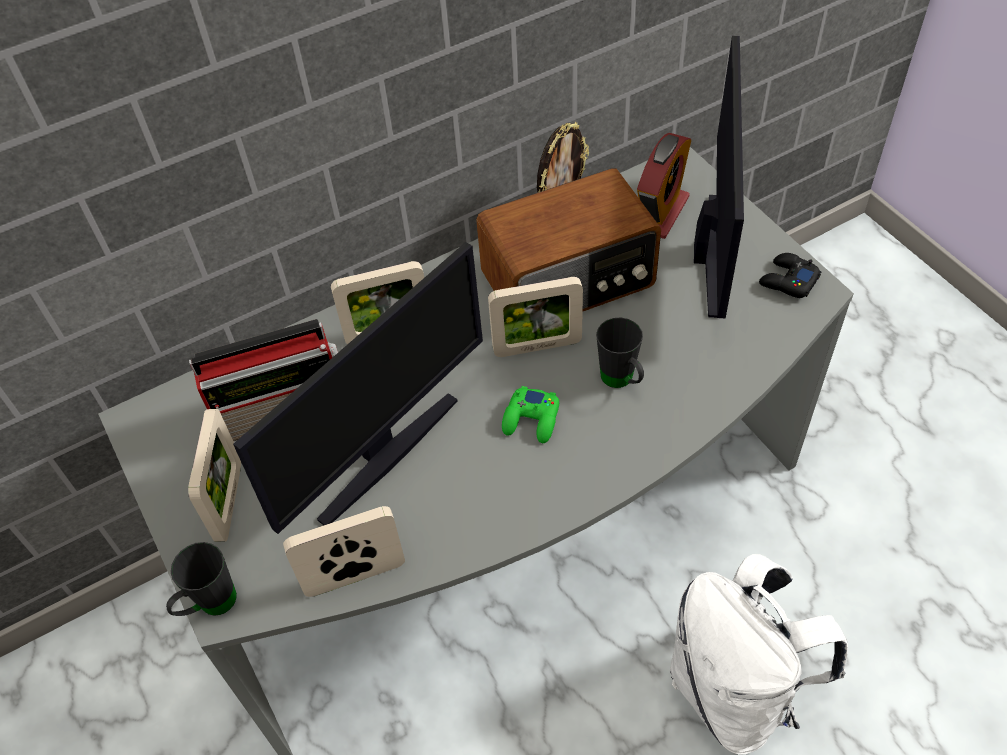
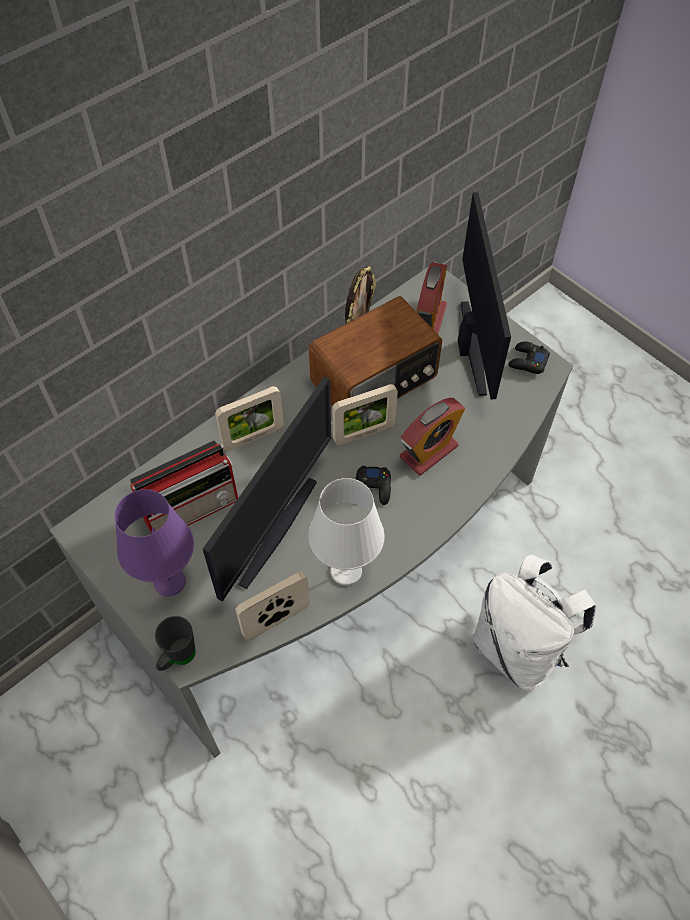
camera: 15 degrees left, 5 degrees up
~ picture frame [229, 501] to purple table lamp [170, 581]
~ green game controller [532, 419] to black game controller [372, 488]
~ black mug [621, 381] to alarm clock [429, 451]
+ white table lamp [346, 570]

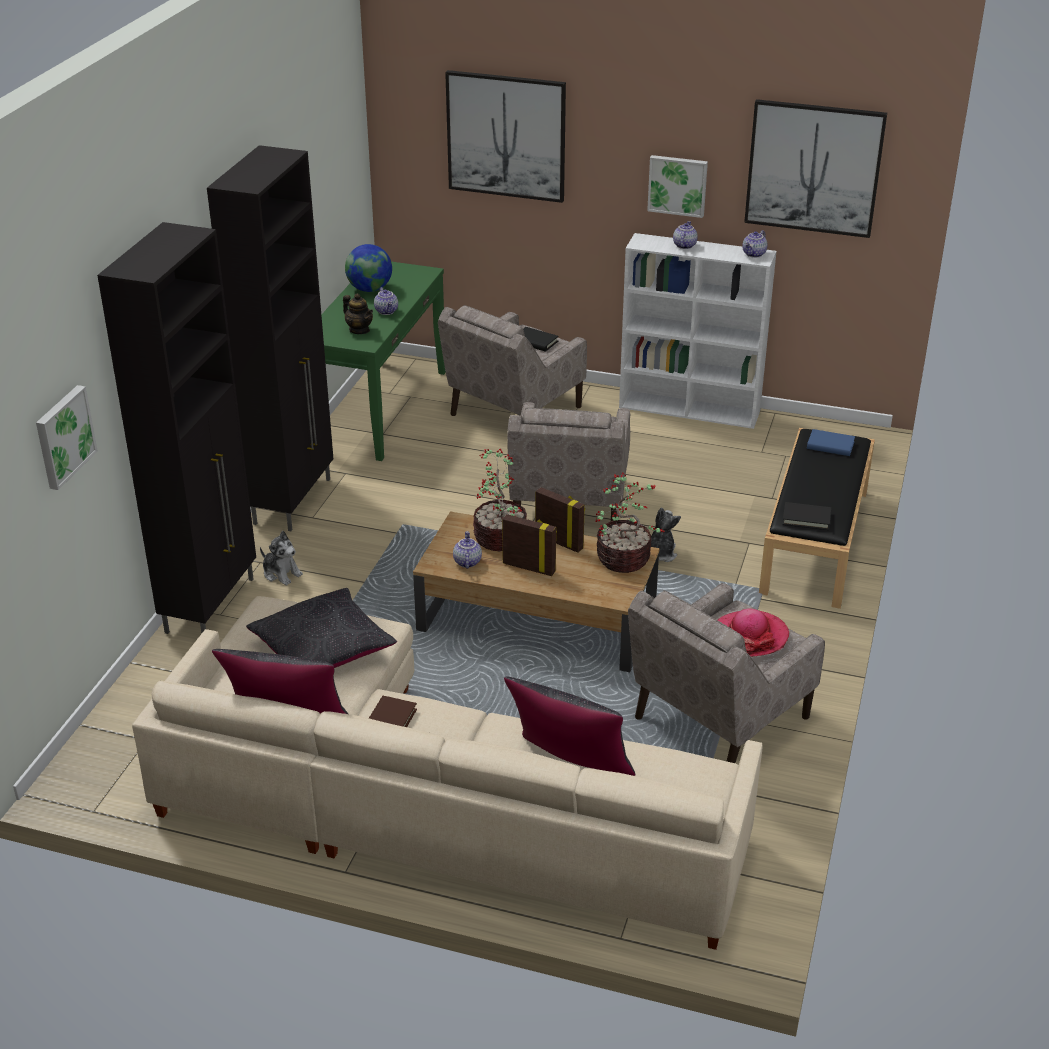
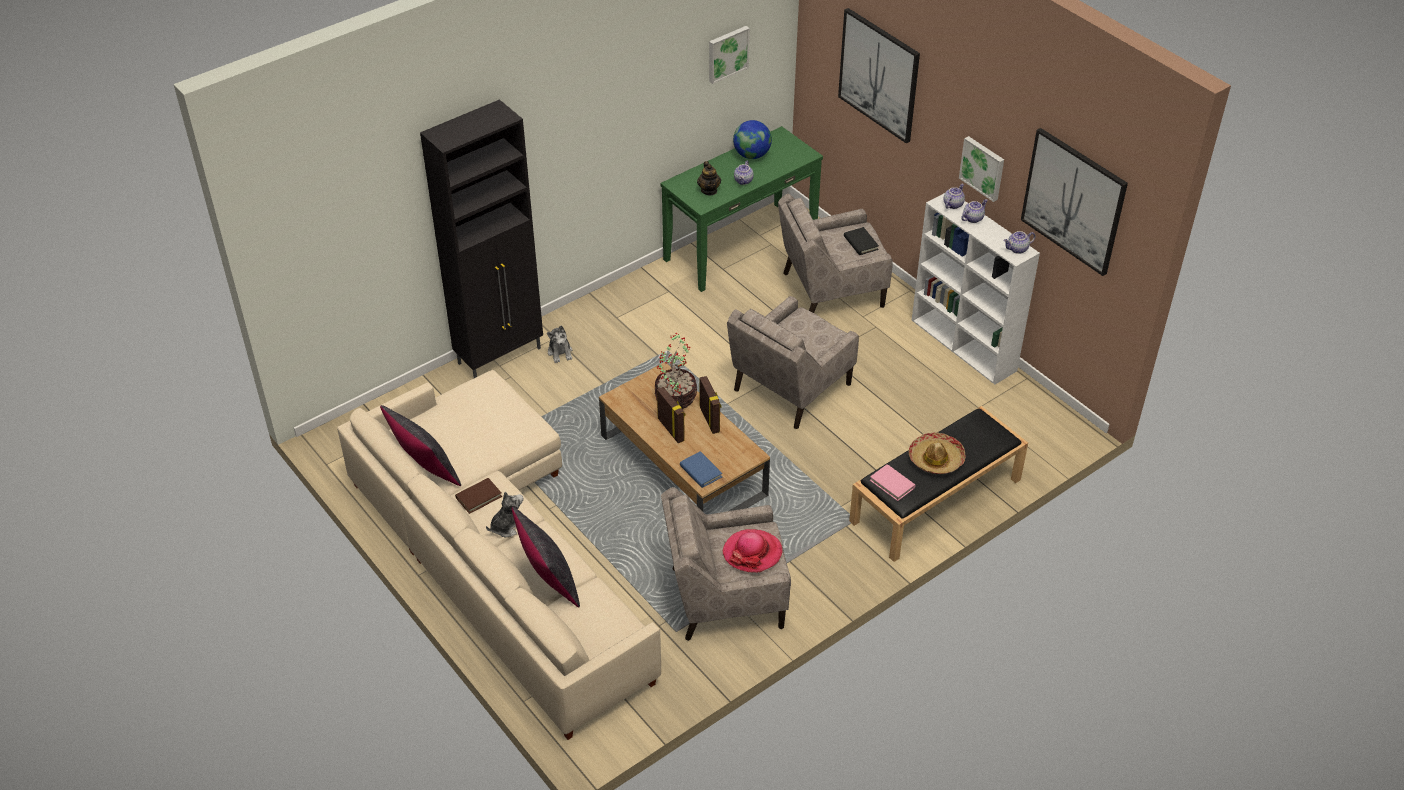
camera: 35 degrees right, 10 degrees up
~ picture [63, 436] to [727, 53]
- black cabinet [294, 500]
- black pillow [323, 649]
~ teapot [466, 562] to [952, 204]
- potted plant [625, 559]
~ plush toy [660, 553] to [507, 526]
~ black book [806, 518] to pink book [892, 484]
~ blue book [830, 445] to [700, 471]
+ hat [936, 459]

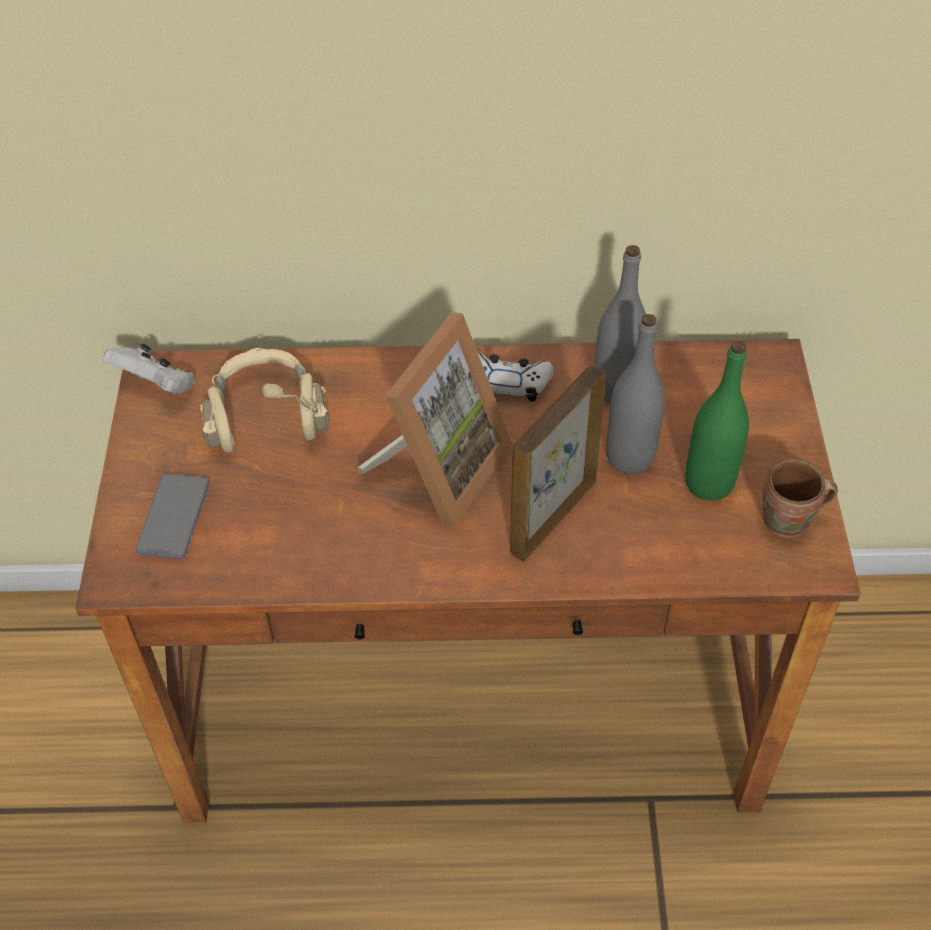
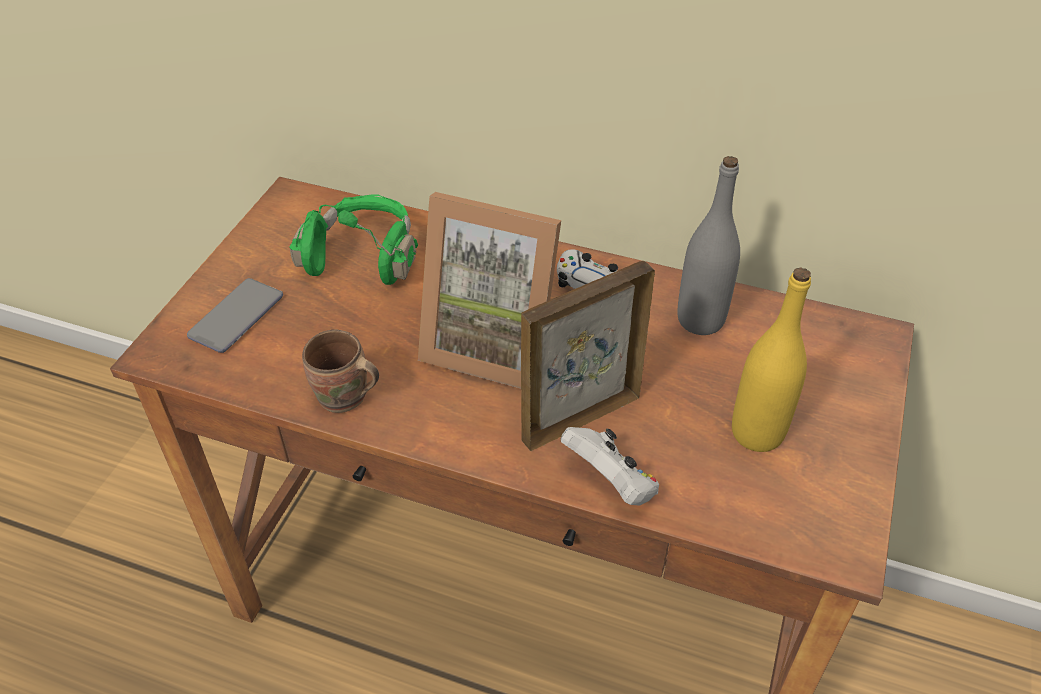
camera: 20 degrees right, 5 degrees down
~ white game controller [157, 386] to [611, 484]
~ beige headphones [266, 416] to green headphones [363, 256]
~ picture frame [439, 468] = [493, 343] 60 degrees clockwise
- grey bottle [630, 457]
~ green bottle [709, 483] to yellow bottle [757, 433]
~ brown mug [789, 522] to [344, 399]

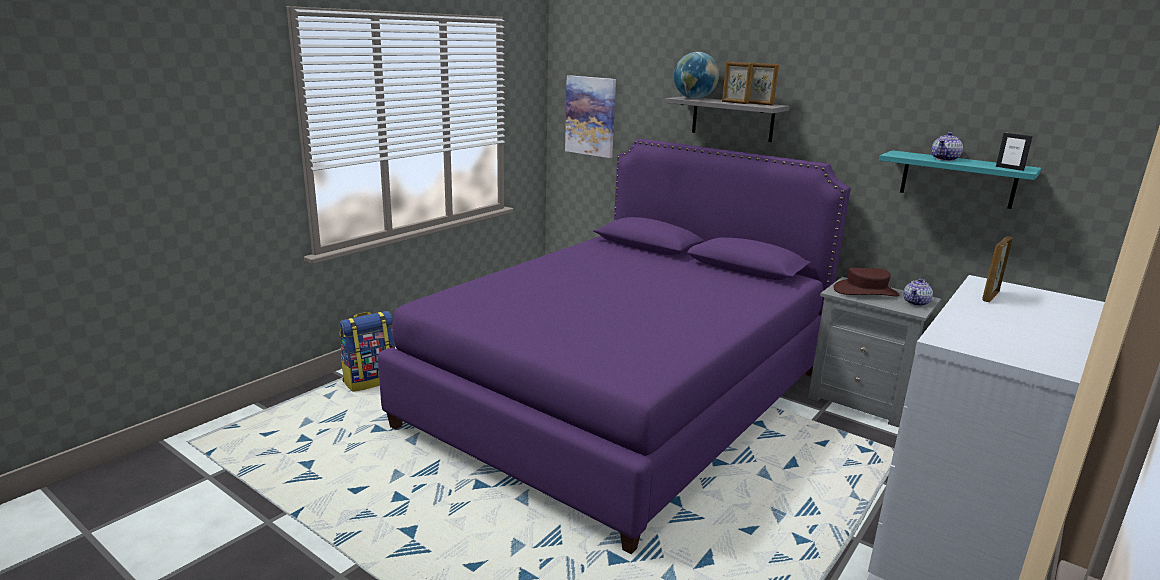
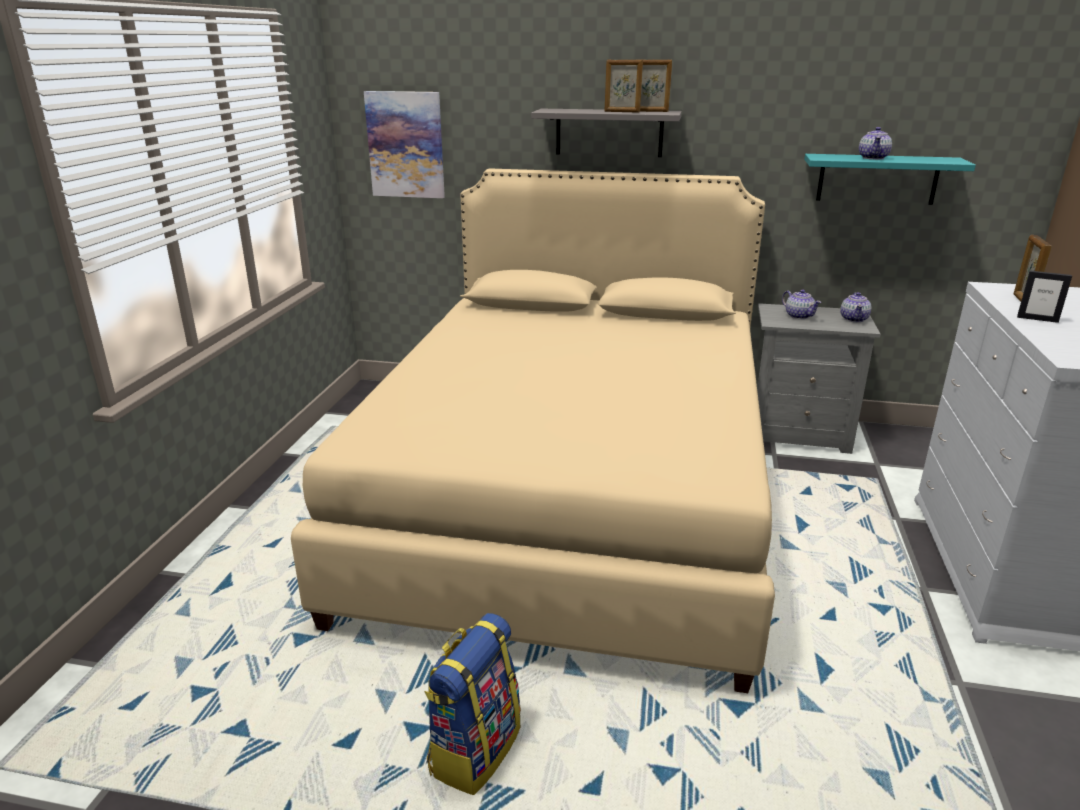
camera: 25 degrees left, 5 degrees up
~ backpack [370, 380] to [474, 749]
~ purple bed [621, 398] to beige bed [571, 499]
- globe [694, 98]
~ brown hat [865, 291] to teapot [799, 316]
~ picture frame [1009, 168] to [1037, 319]

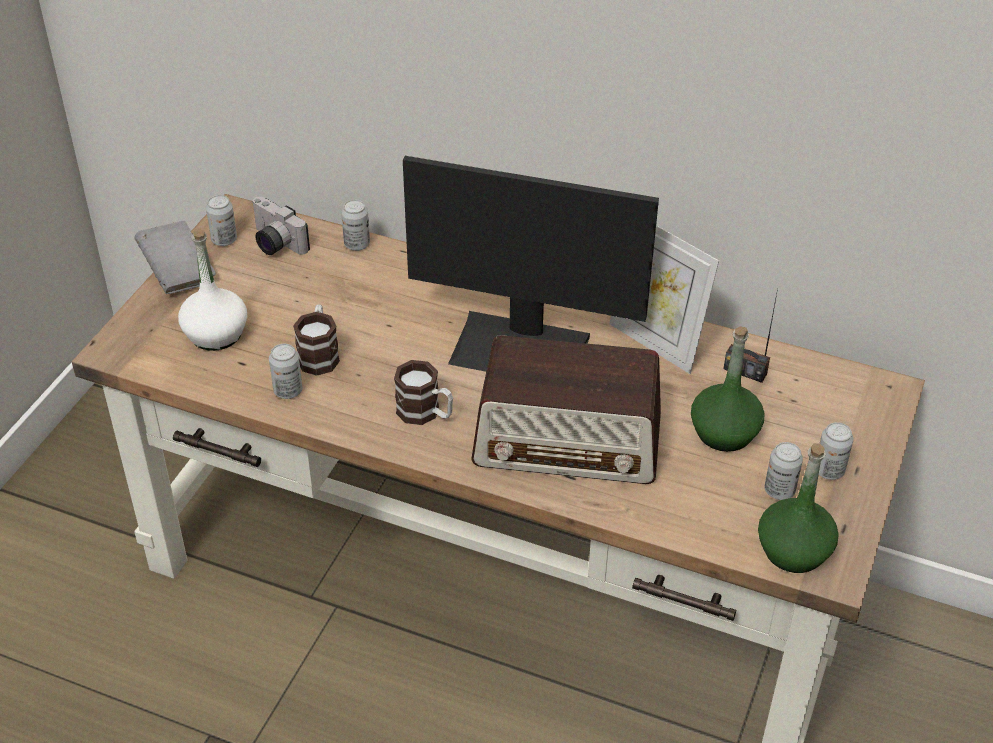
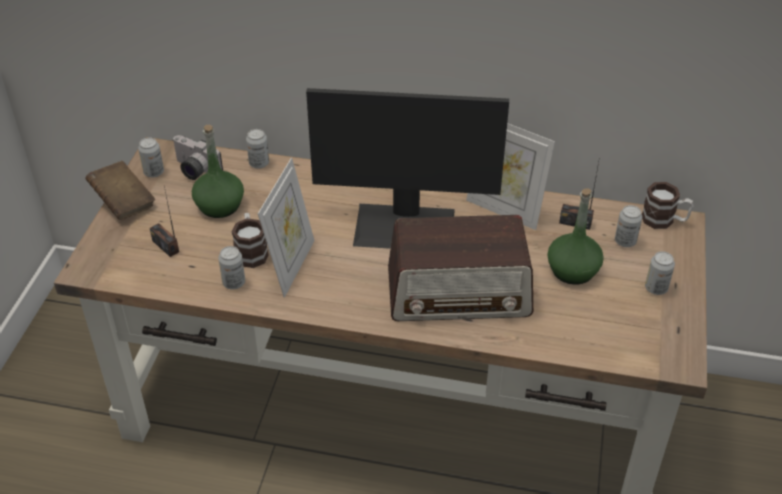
camera: 10 degrees left, 0 degrees up
~ grey book [178, 273] to brown book [123, 202]
~ white bottle [216, 334] to radio [166, 246]
~ mug [425, 413] to [664, 220]
~ green bottle [794, 550] to [220, 205]
~ can [779, 490] to [625, 241]
+ picture frame [291, 266]

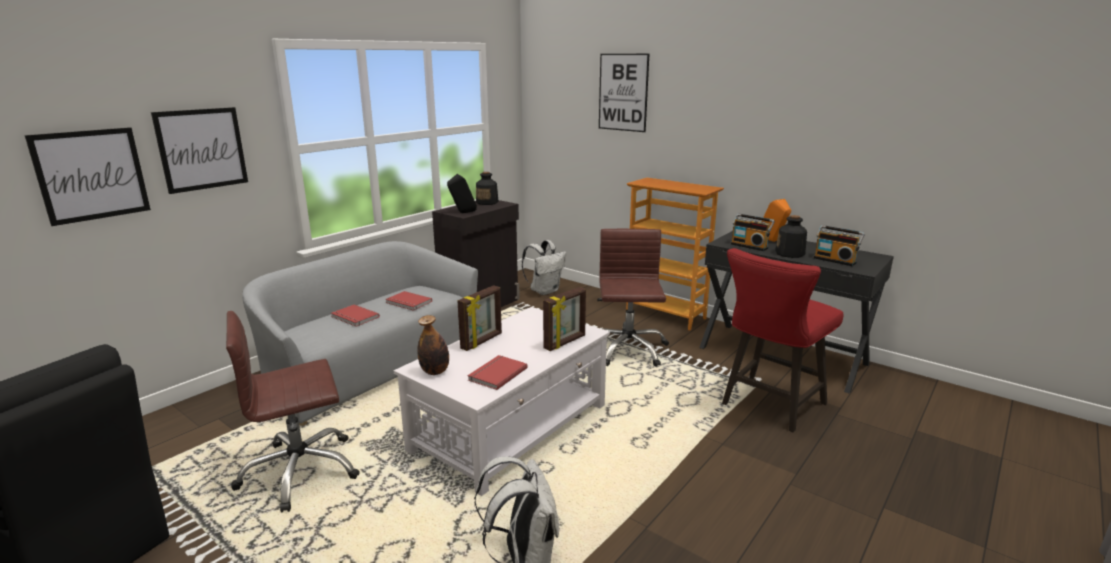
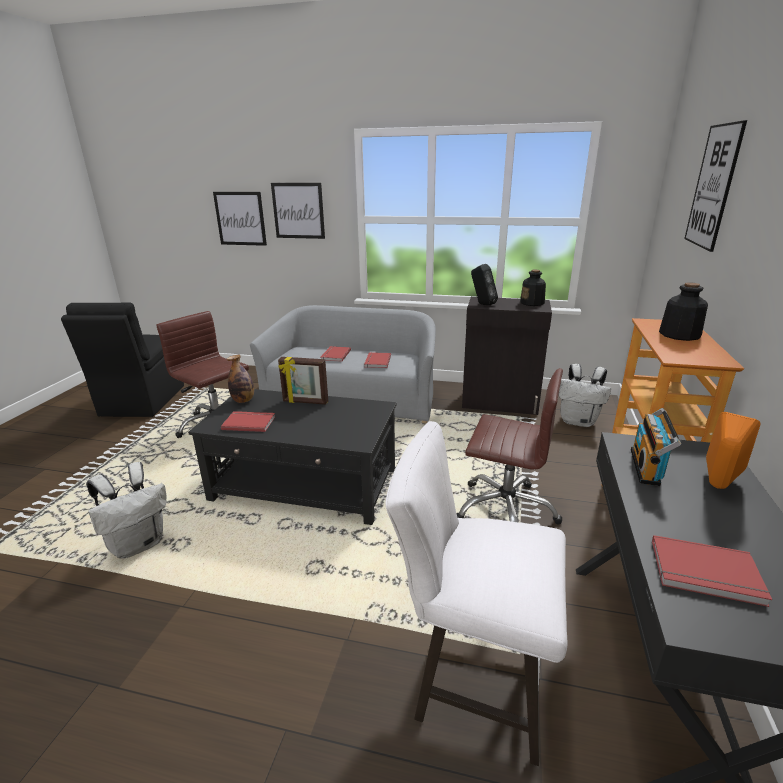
camera: 65 degrees right, 5 degrees up
~ white coffee table [512, 427] to black coffee table [305, 484]
- picture frame [565, 342]
~ brown office chair [627, 349] = [505, 510] 45 degrees clockwise
~ red stool [769, 406] to white stool [471, 678]
~ bottle [790, 254] to [679, 335]
~ radio [835, 260] to red book [706, 574]

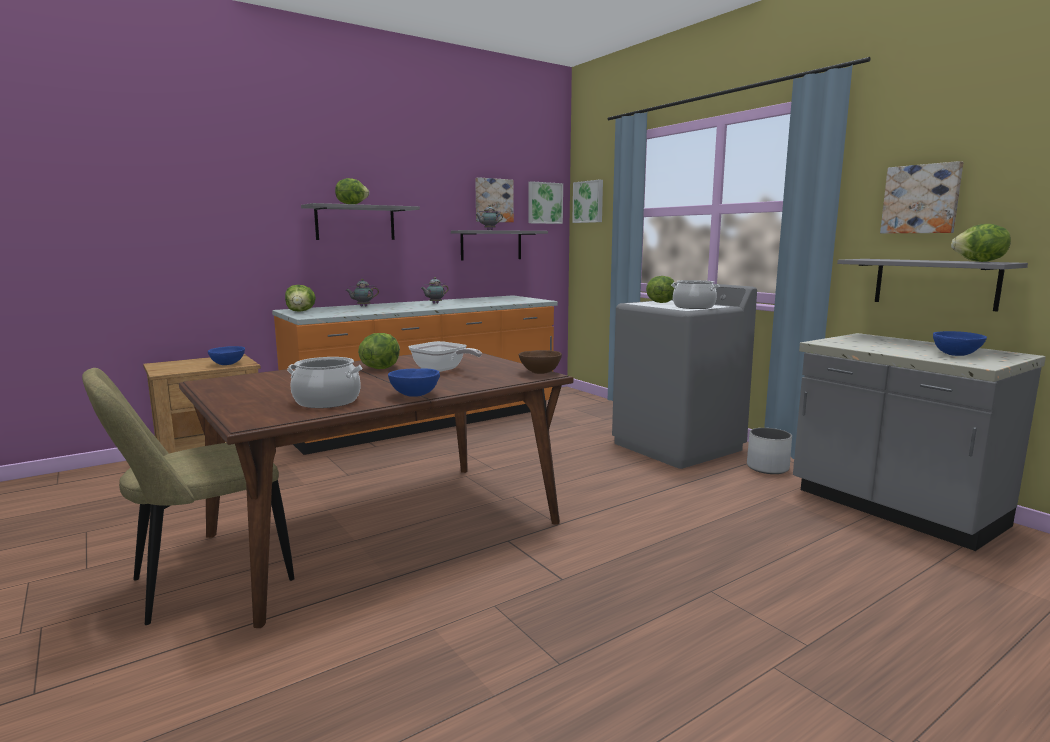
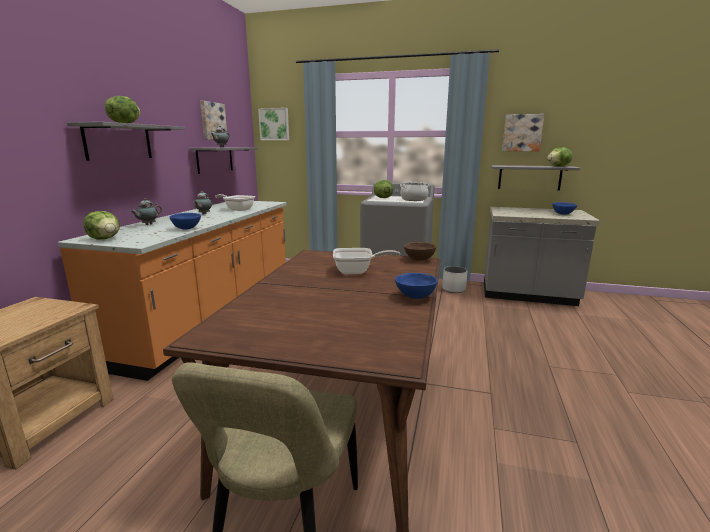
camera: 40 degrees left, 5 degrees up
~ blue bowl [228, 364] to [187, 228]
- cooking pot [327, 401]
- lettuce [380, 368]
- picture [544, 203]
+ frying pan [238, 209]

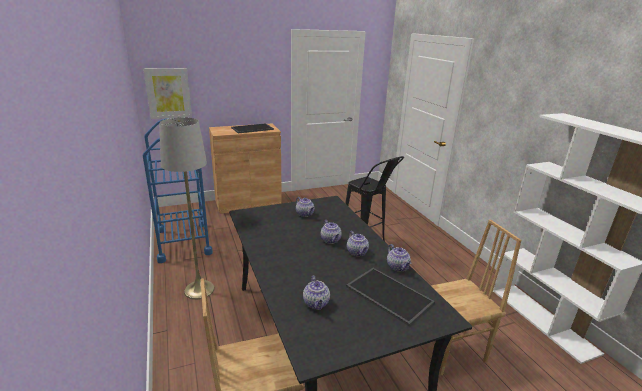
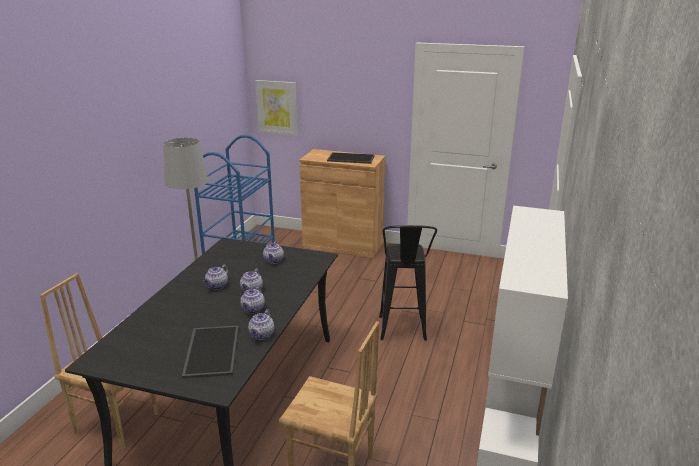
camera: 40 degrees right, 0 degrees up
~ teapot [316, 303] to [217, 286]

